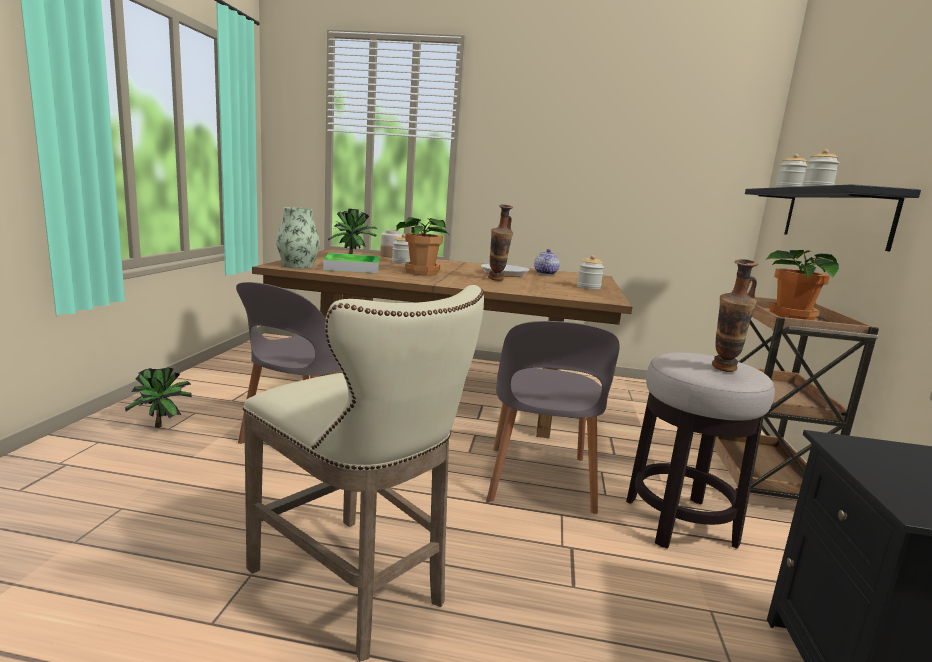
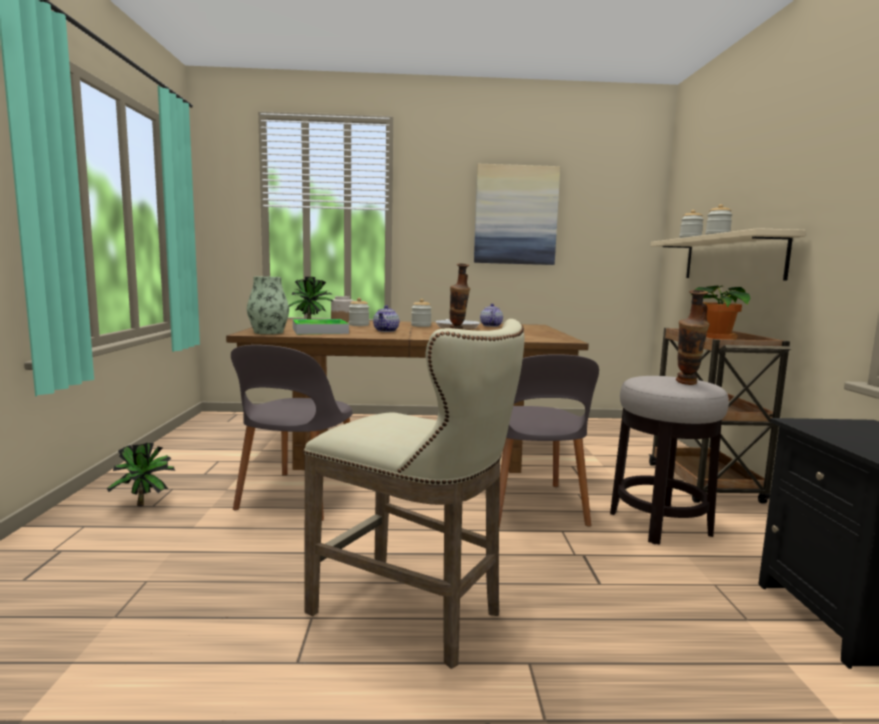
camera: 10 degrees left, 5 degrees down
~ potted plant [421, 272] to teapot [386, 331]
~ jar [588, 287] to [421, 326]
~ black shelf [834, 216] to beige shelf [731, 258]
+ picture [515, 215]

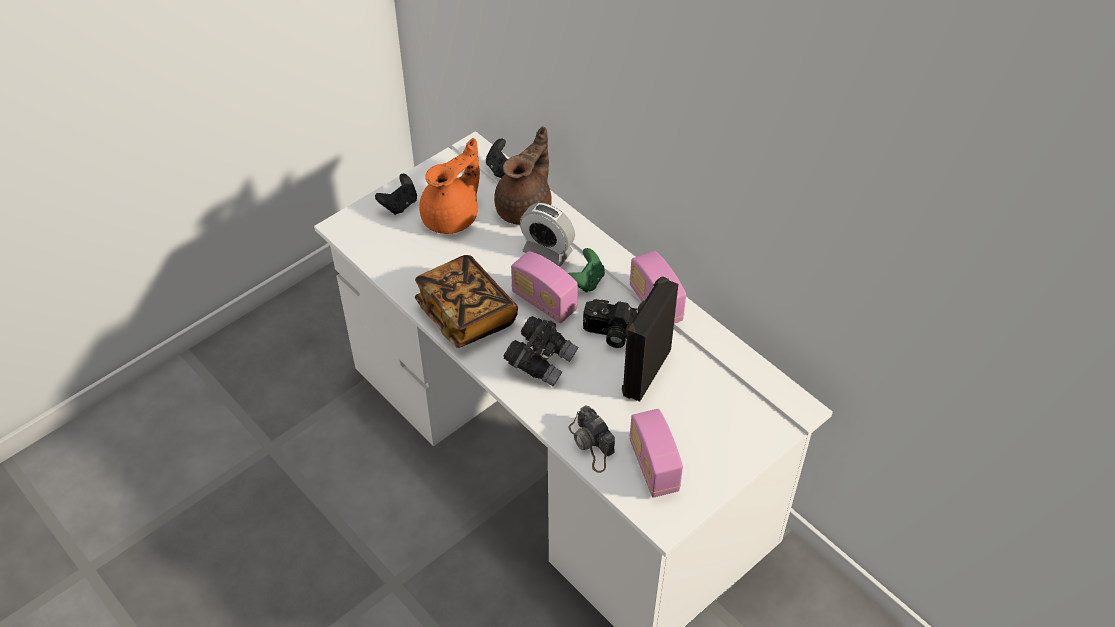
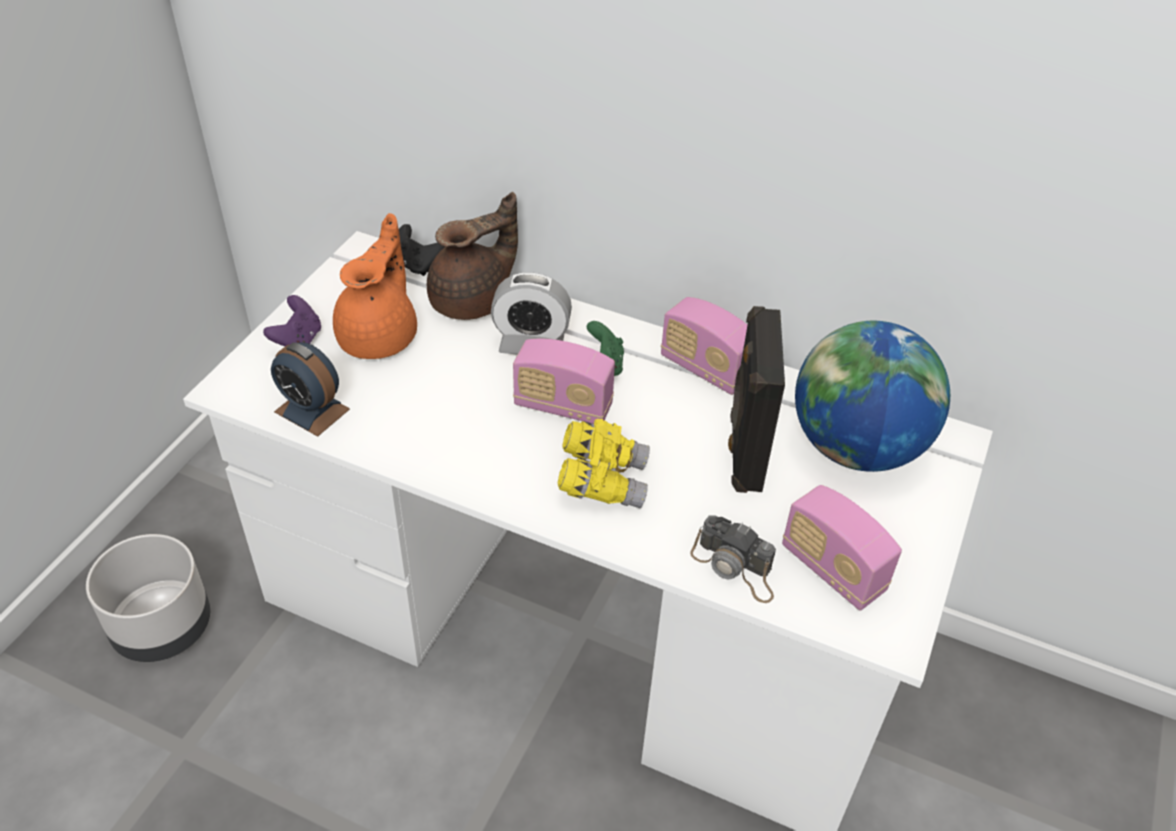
camera: 25 degrees left, 5 degrees down
~ black game controller [399, 205] to purple game controller [298, 340]
- book [466, 314]
~ brown teapot [525, 207] = [473, 301] 45 degrees clockwise
~ grey binoculars [541, 360] to yellow binoculars [602, 480]
- photo camera [612, 334]
+ grey planter [163, 627]
+ alarm clock [312, 410]
+ globe [855, 448]

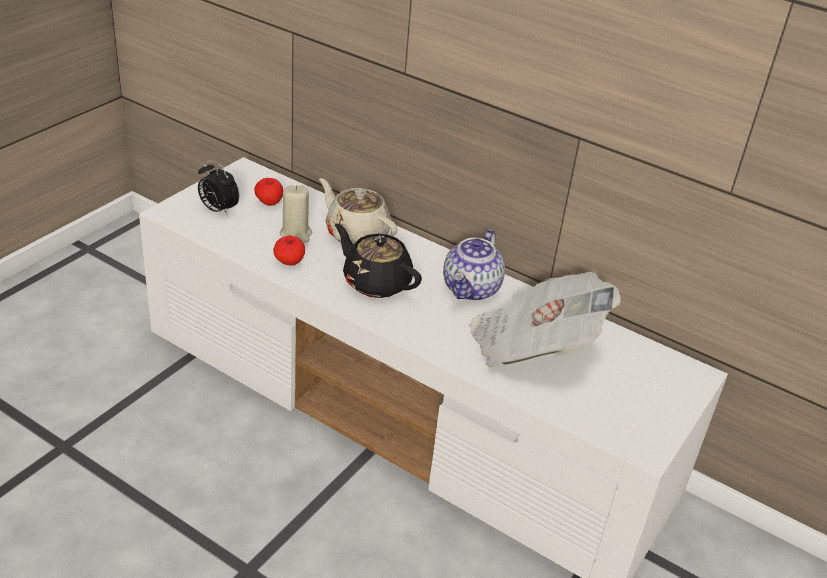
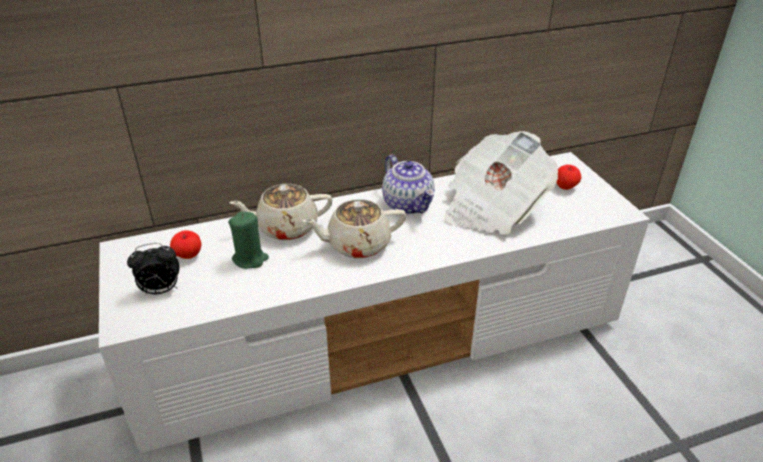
camera: 50 degrees left, 0 degrees up
~ apple [289, 262] to [565, 187]
~ beige candle [296, 234] to green candle [250, 259]
~ black teapot [375, 282] to beige teapot [357, 245]

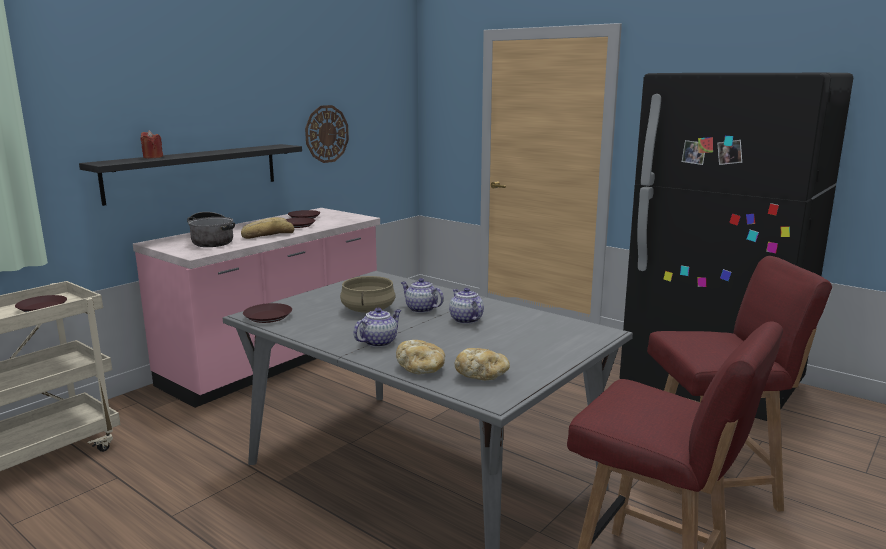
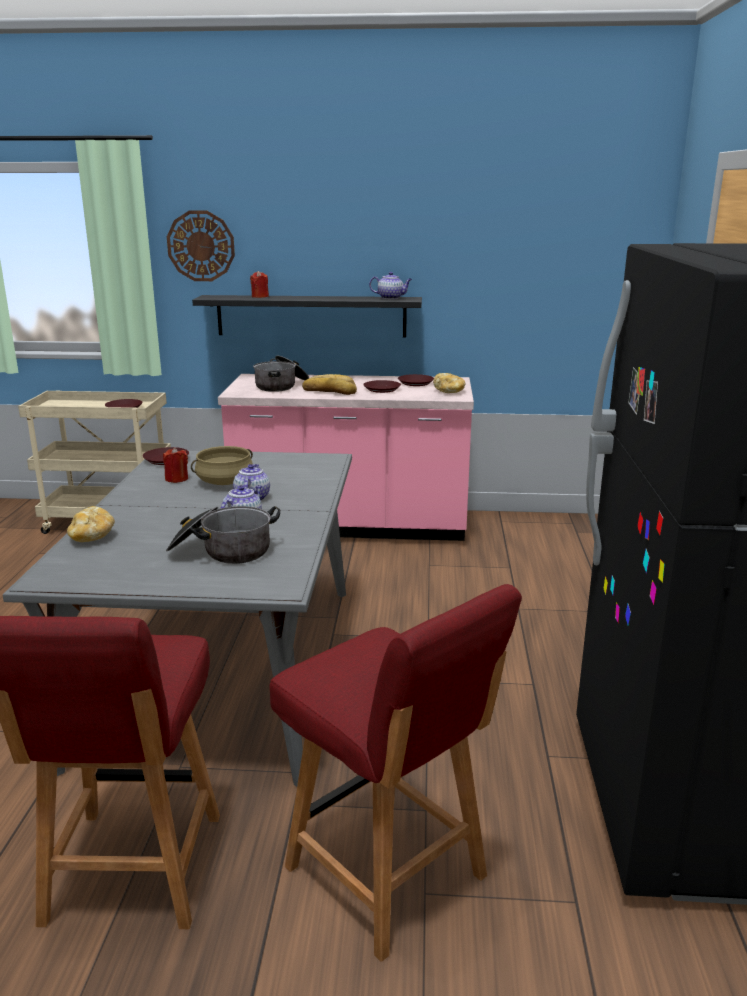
camera: 55 degrees right, 5 degrees up
~ wall clock [326, 134] to [201, 246]
~ teapot [379, 342] to [391, 298]
~ bread [481, 375] to [449, 392]
+ red candle [176, 479]
+ cooking pot [222, 551]

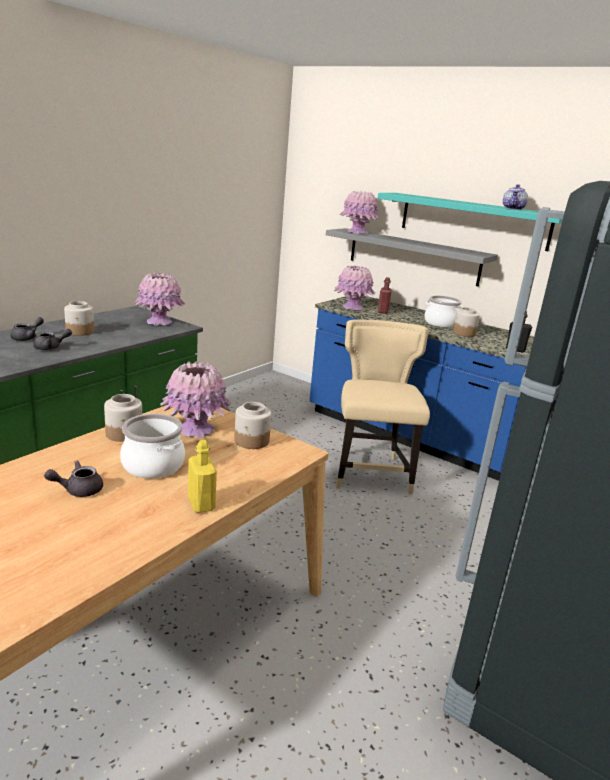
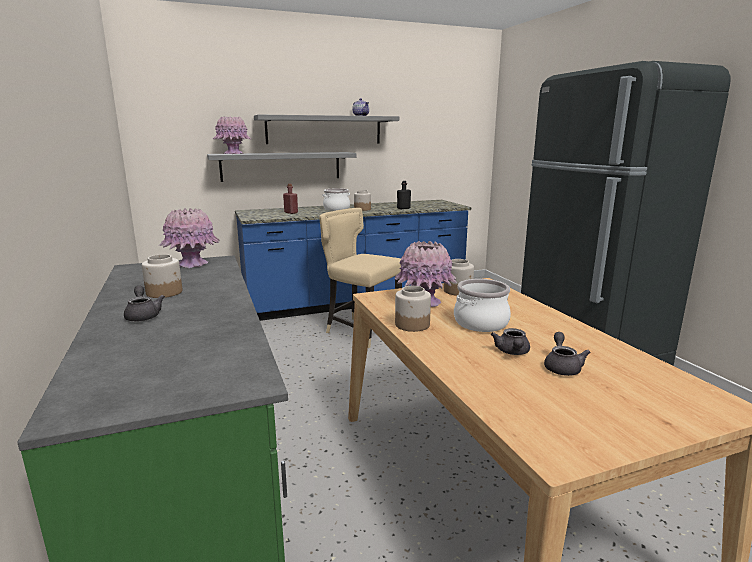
camera: 55 degrees left, 5 degrees down
~ grey teapot [51, 347] to [562, 367]
- yellow bottle [201, 504]
- pink vase [352, 307]
~ turquoise shelf [473, 221] to grey shelf [324, 130]

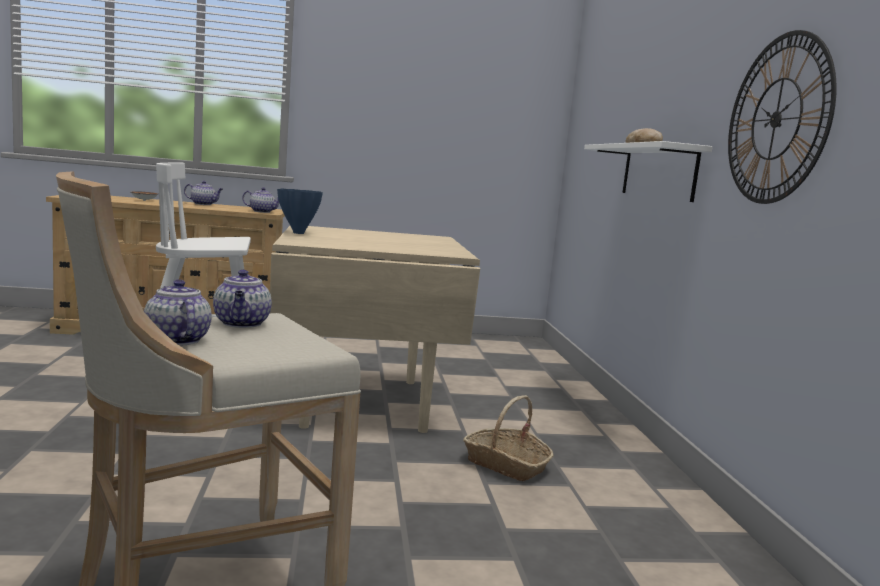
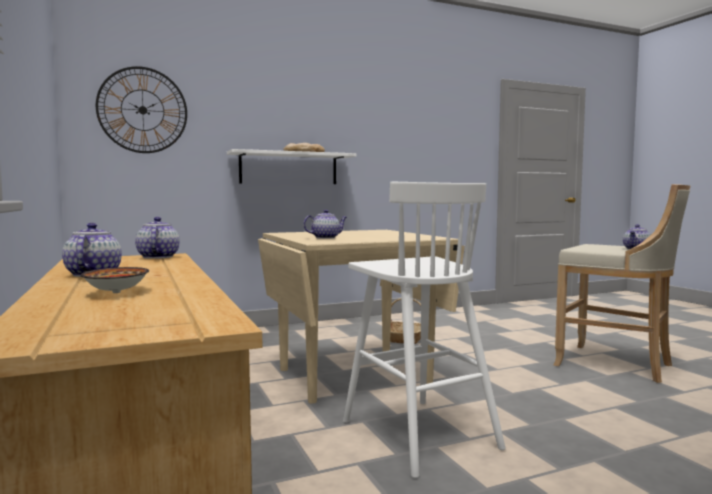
camera: 105 degrees left, 5 degrees down
~ teapot [242, 324] to [326, 237]
- blue vase [297, 233]
~ wall clock [776, 119] to [142, 110]

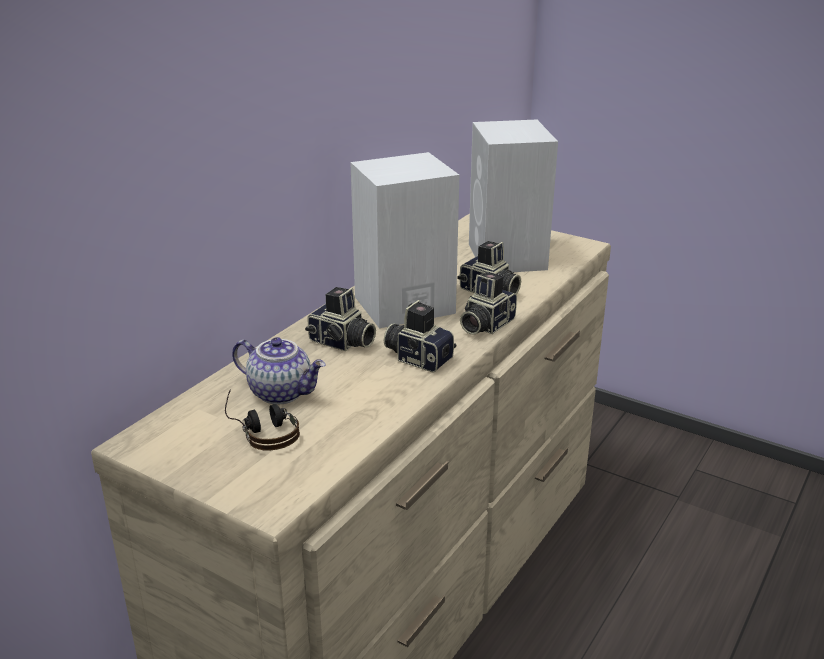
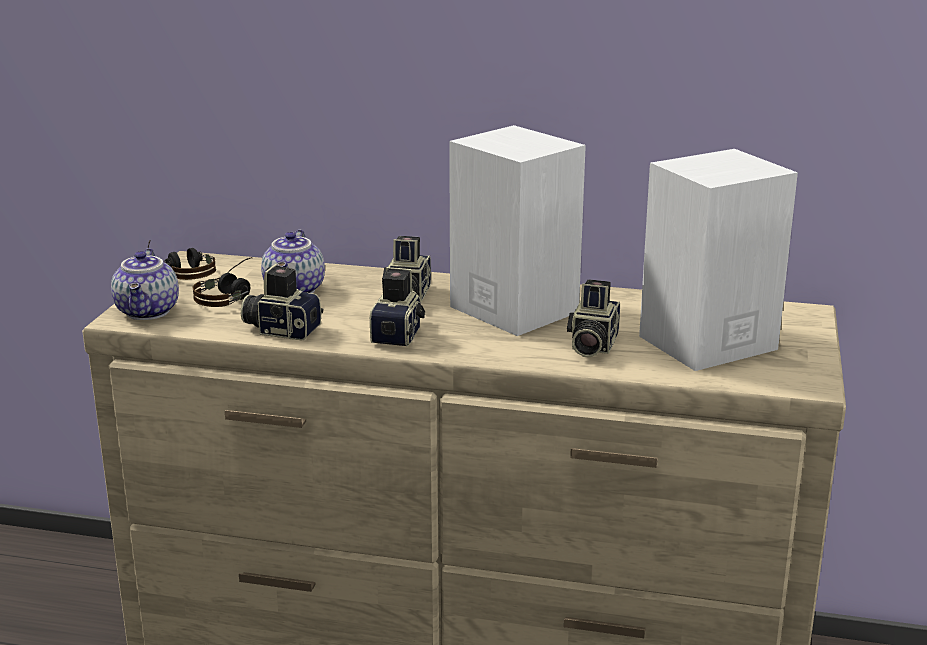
camera: 70 degrees right, 5 degrees down
~ photo camera [485, 325] to [282, 329]
+ teapot [149, 312]
+ headphones [182, 270]

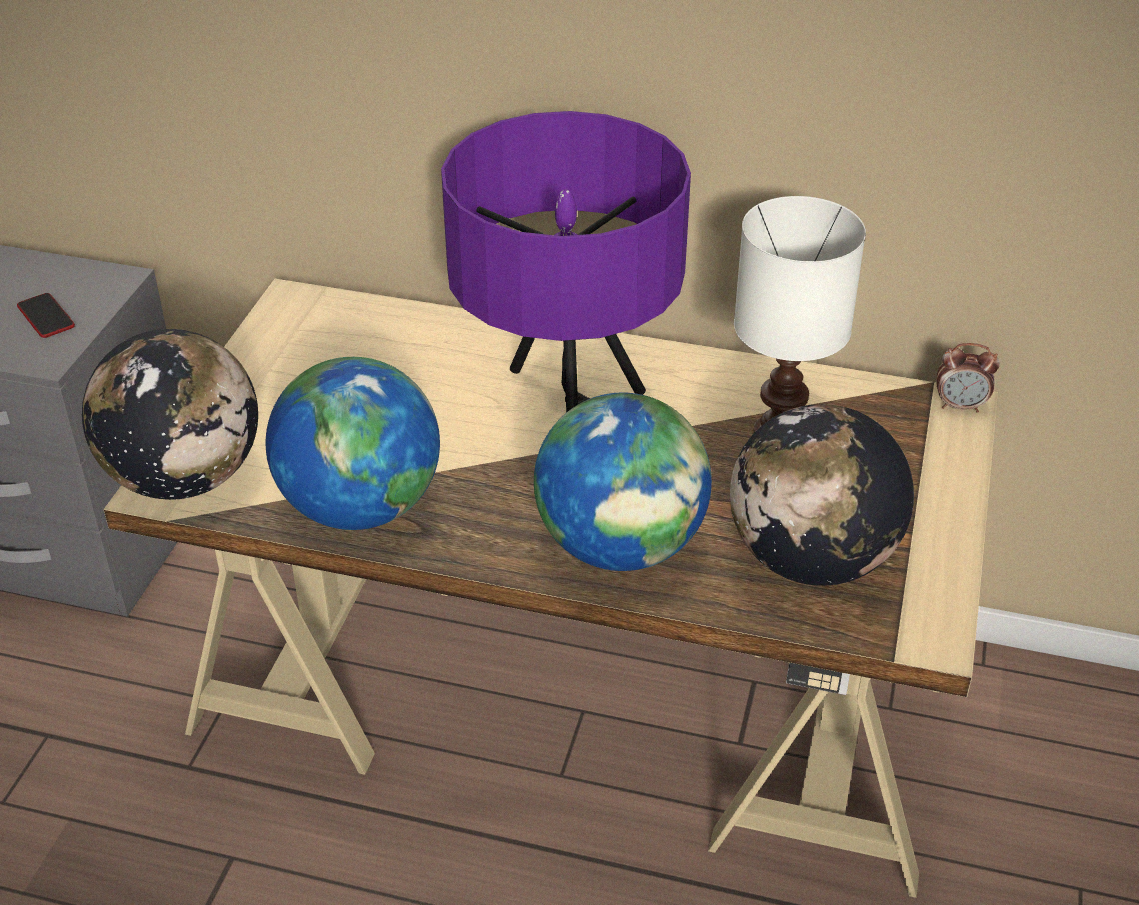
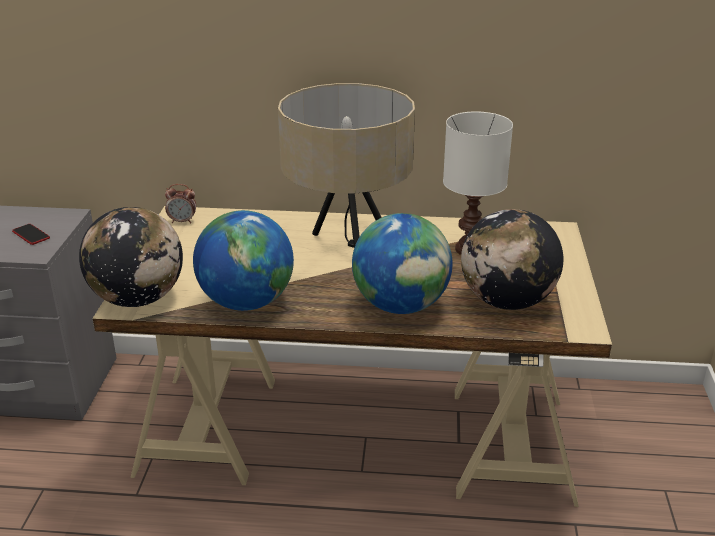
camera: 10 degrees left, 10 degrees down
~ purple table lamp [566, 396] to beige table lamp [347, 243]
~ alarm clock [960, 406] to [182, 221]

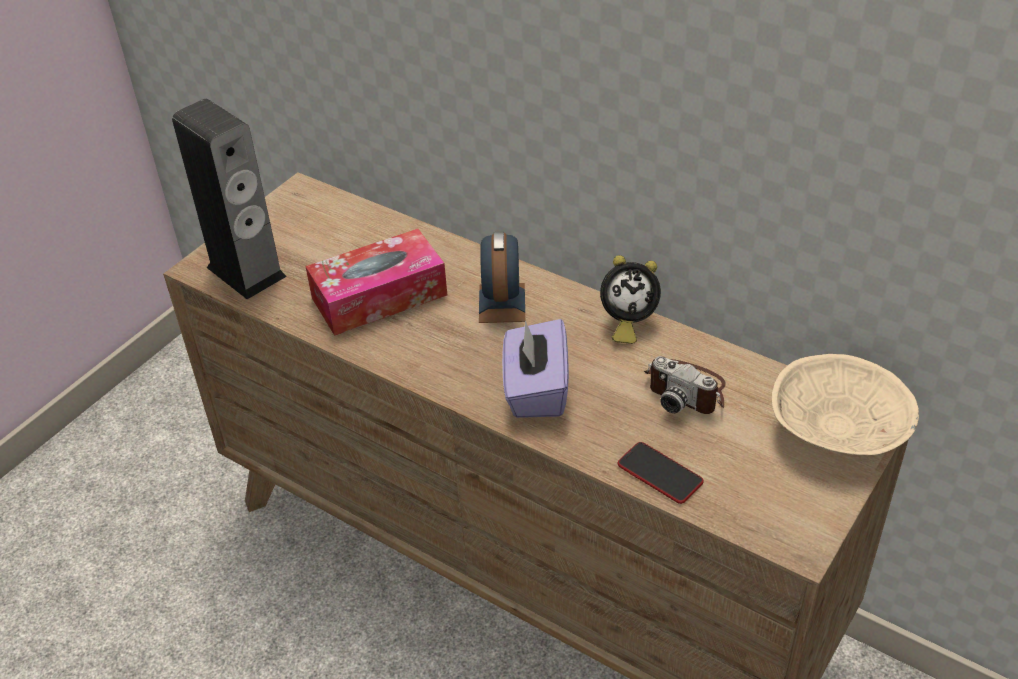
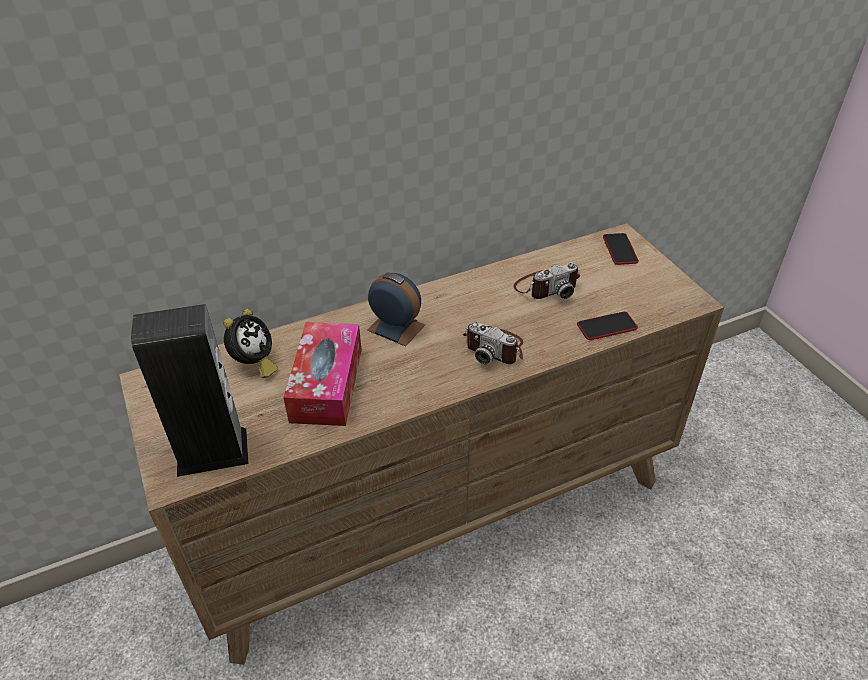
camera: 60 degrees left, 0 degrees up
~ purple tissue box [536, 390] to photo camera [494, 347]
~ alarm clock [626, 323] to [254, 364]
~ beige bowl [839, 430] to phone [620, 250]

